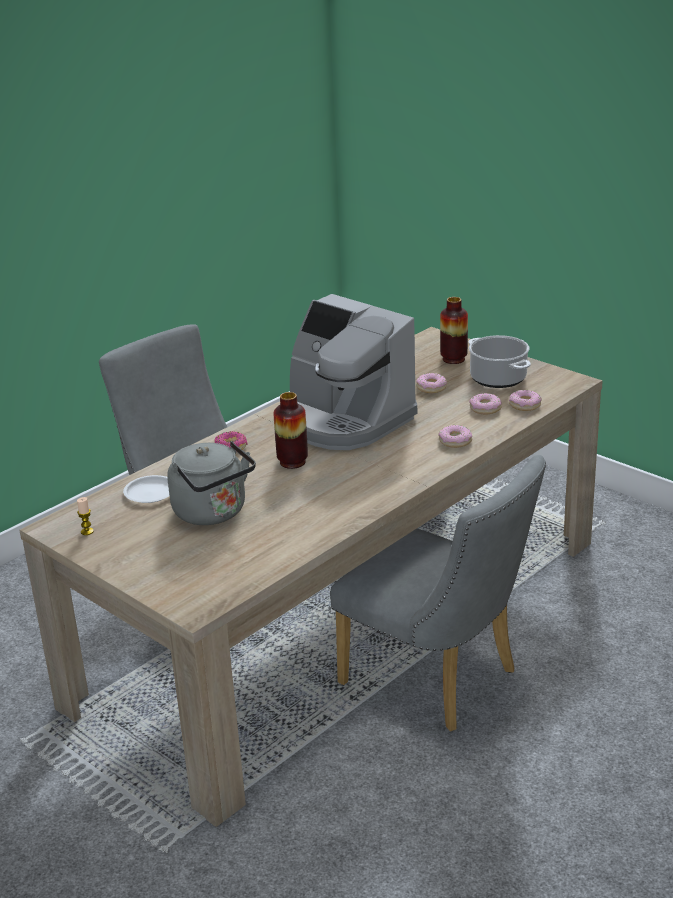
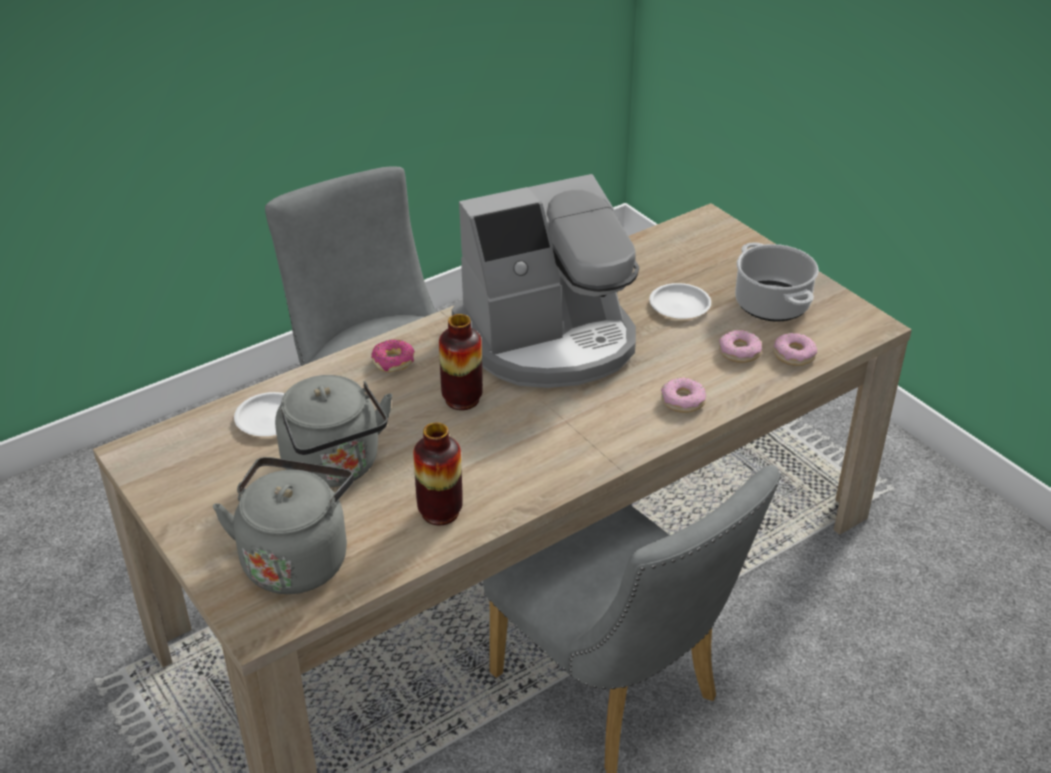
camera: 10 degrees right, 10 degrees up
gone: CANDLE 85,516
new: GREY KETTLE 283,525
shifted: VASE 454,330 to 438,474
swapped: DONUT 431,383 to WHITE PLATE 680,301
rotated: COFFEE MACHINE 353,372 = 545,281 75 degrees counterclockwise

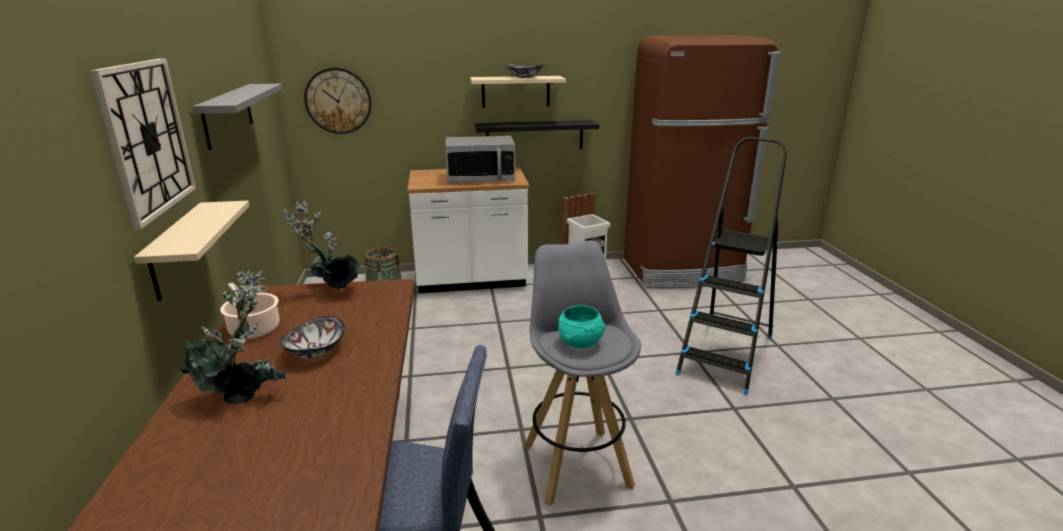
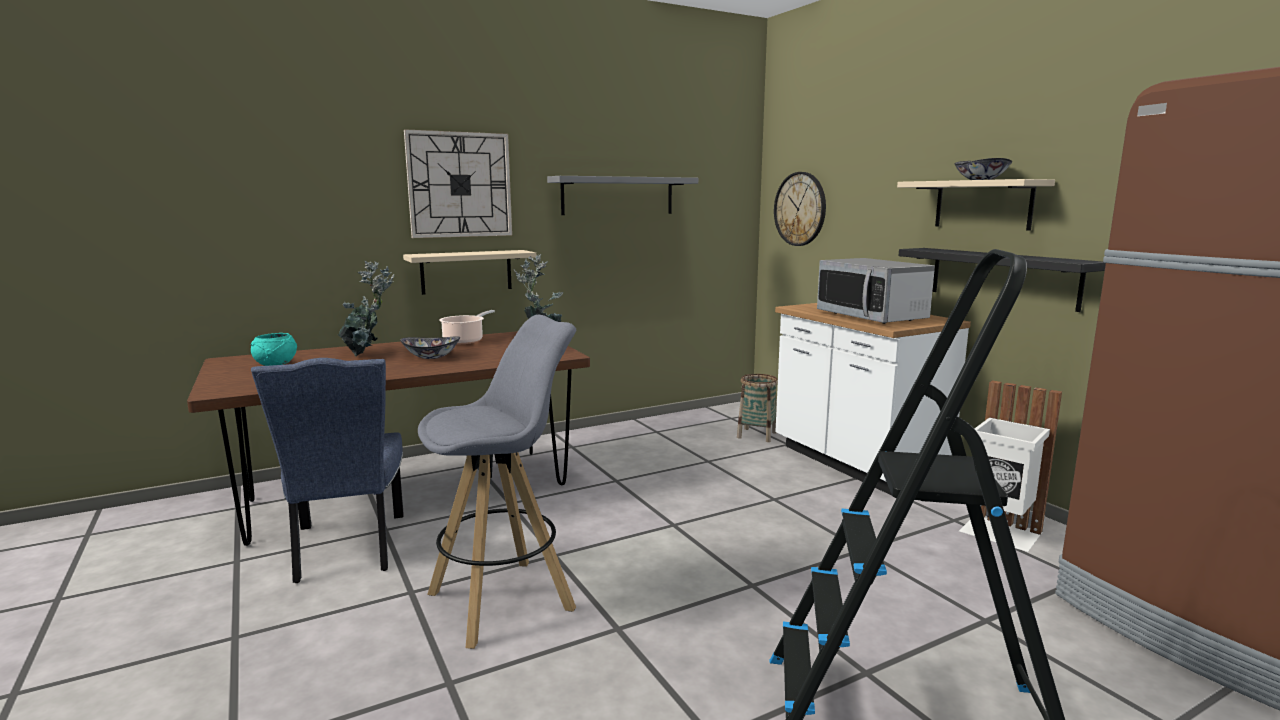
camera: 70 degrees right, 10 degrees down
shifted: TURQUOISE BOWL 582,327 to 274,349

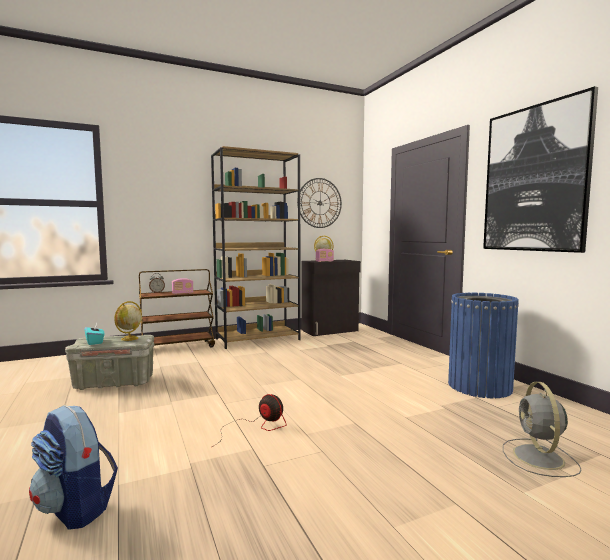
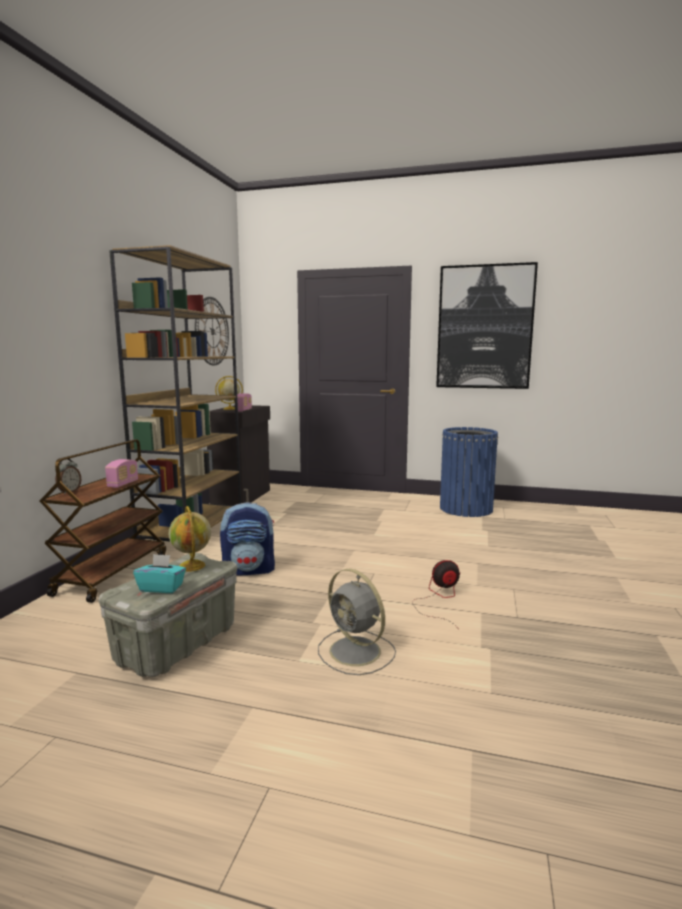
camera: 50 degrees left, 5 degrees up
shifted: BACKPACK 73,467 to 247,539; GREY FAN 542,429 to 357,622

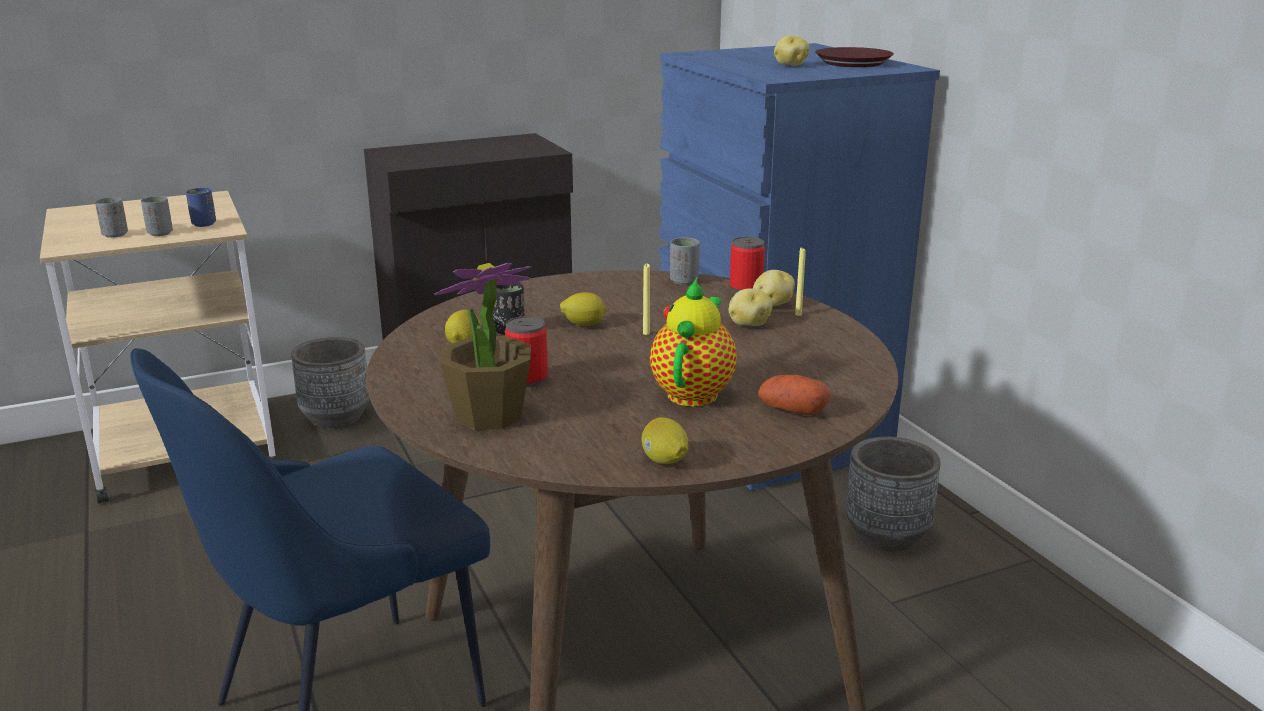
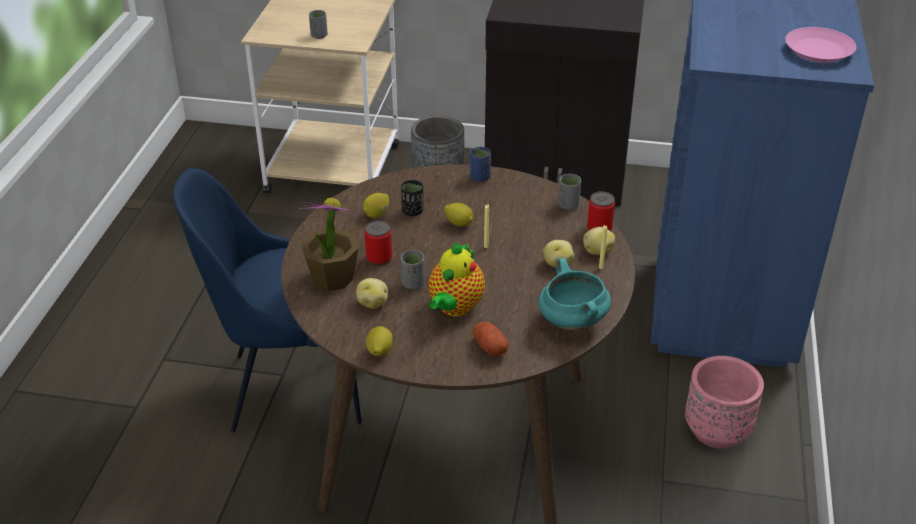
camera: 35 degrees right, 15 degrees up
new: TURQUOISE COOKING POT 574,294
shifted: POTATO 792,51 to 372,293; GREY CUP 111,217 to 413,269; BLUE CUP 201,207 to 480,164
repainted: GREY PLANTER 893,494 to PINK PLANTER 724,402; BROWN PLATE 854,57 to PINK PLATE 820,45
rotated: TEAPOT 693,342 = 456,279 150 degrees clockwise

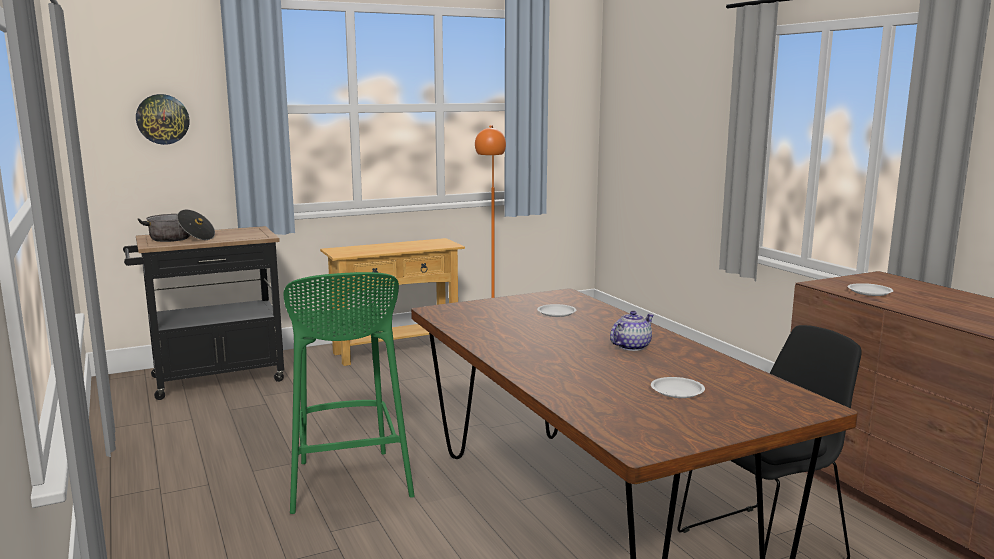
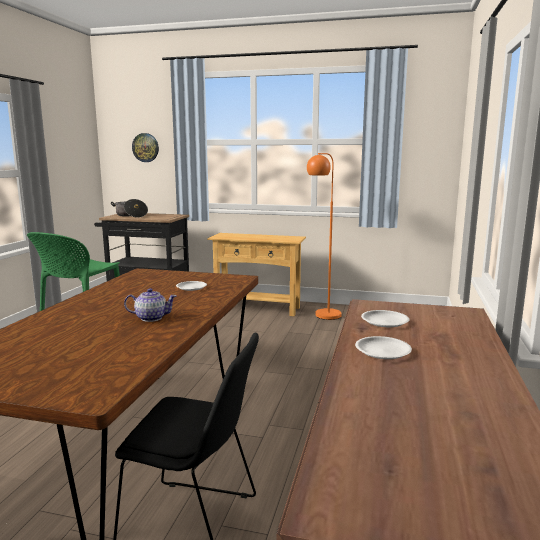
camera: 40 degrees right, 0 degrees up
shifted: WHITE PLATE 678,387 to 383,347

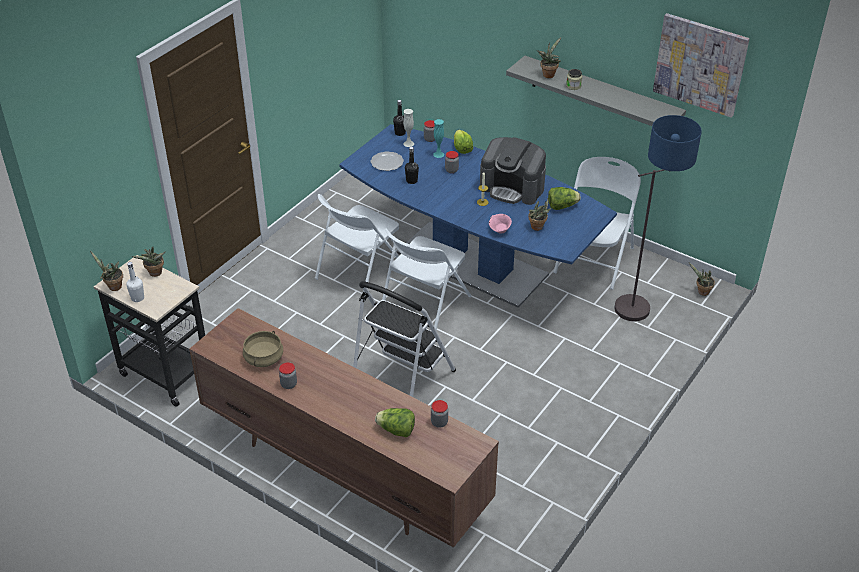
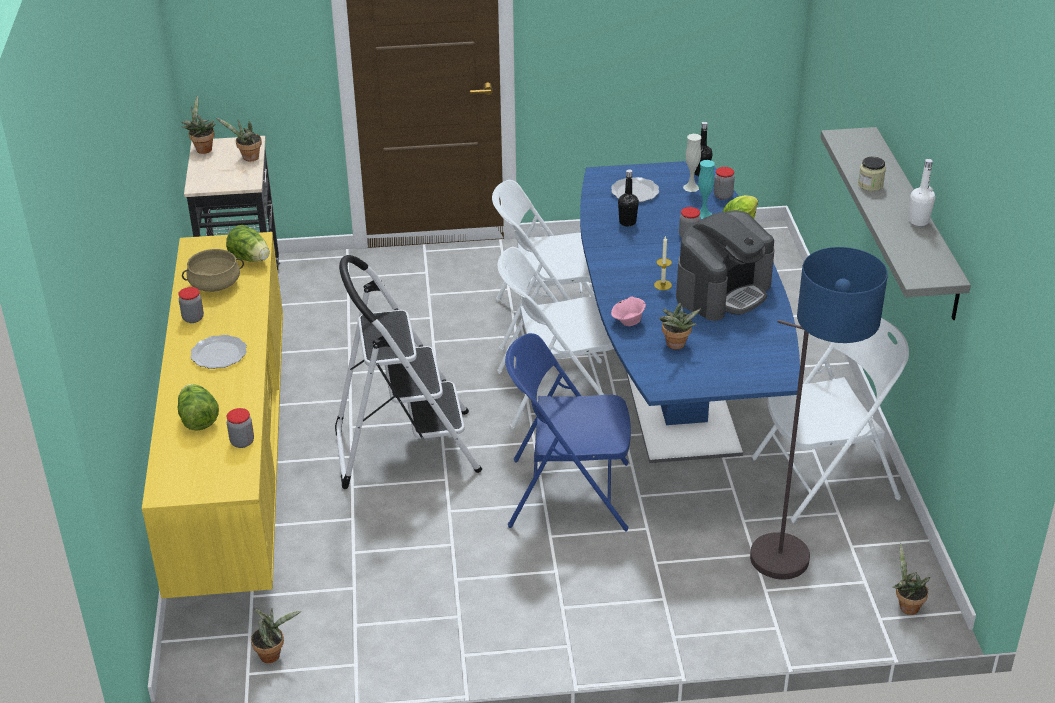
camera: 50 degrees right, 5 degrees down
gone: PICTURE 701,65
new: PLATE 219,352; BLUE CHAIR 568,432
shifted: LETTUCE 564,198 to 247,243; POTTED PLANT 549,57 to 276,635; WHITE BOTTLE 135,282 to 922,192
repainted: BROWN CABINET 344,428 to YELLOW CABINET 212,415
rotated: COFFEE MACHINE 513,171 = 725,266 120 degrees counterclockwise

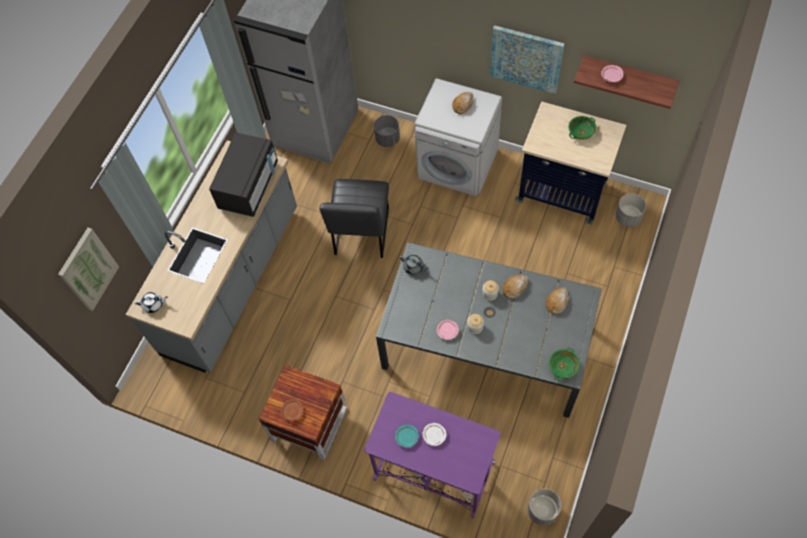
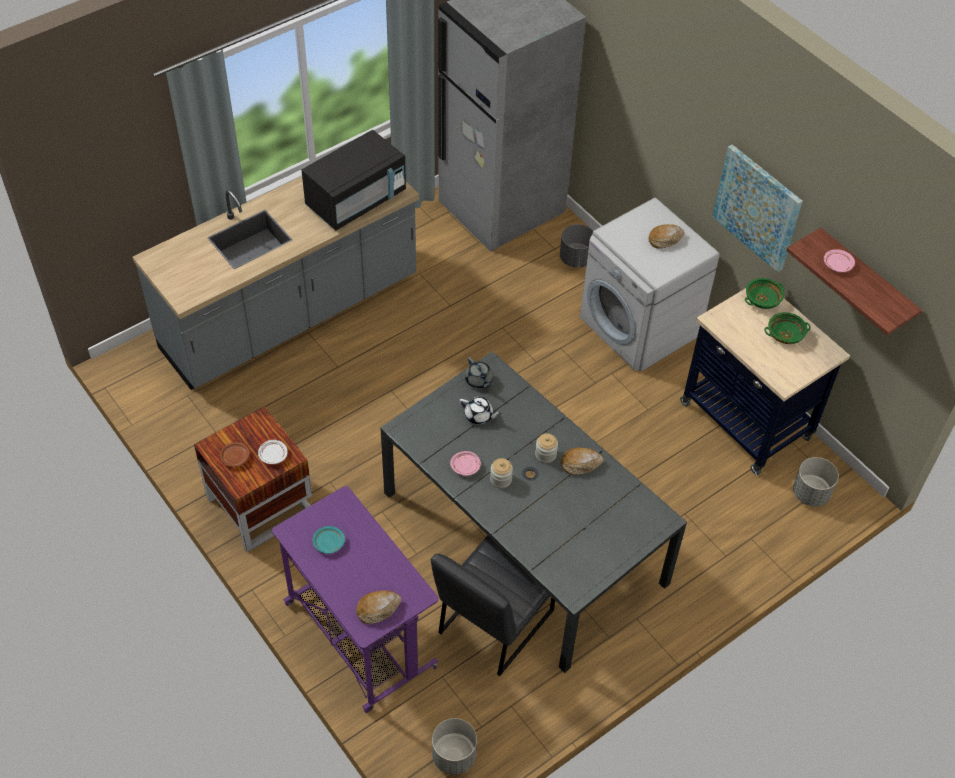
camera: 25 degrees right, 10 degrees down
gone: PICTURE 88,269
shifted: WHITE PLATE 435,434 to 273,452; BREAD 557,300 to 379,607; GREY CHAIR 354,218 to 493,604; WHITE TEAPOT 151,302 to 480,410; GREEN BOWL 564,364 to 764,293

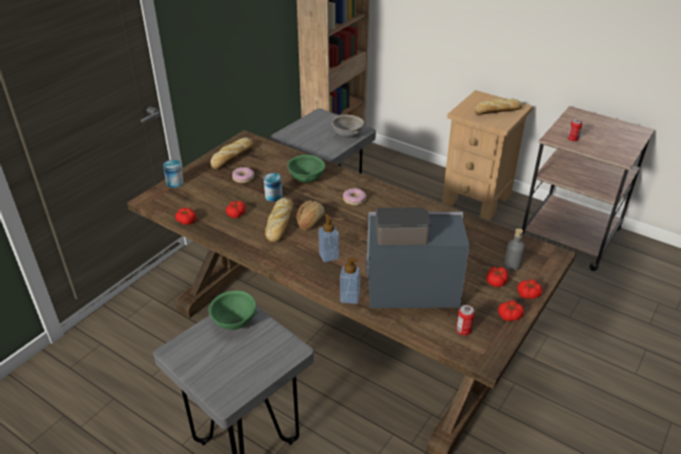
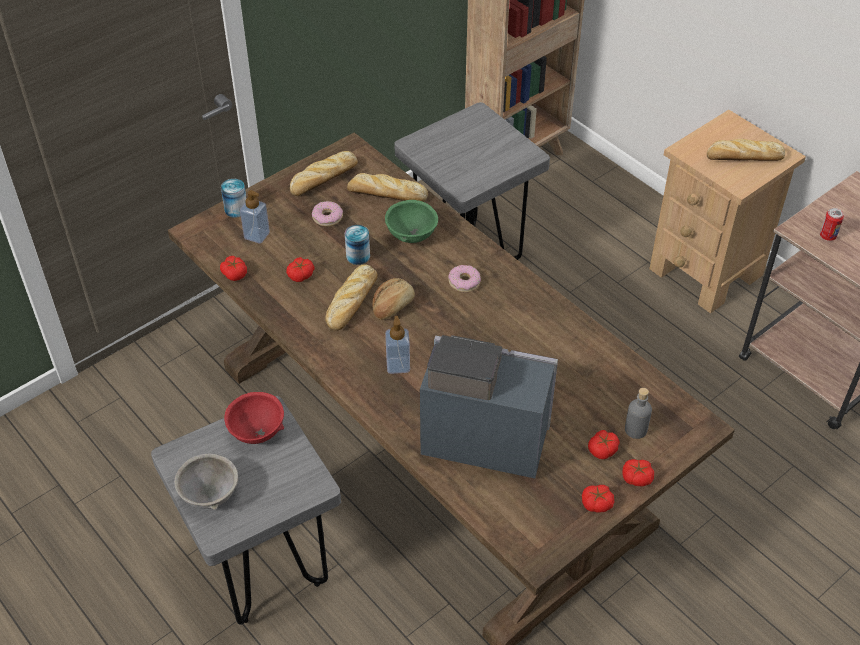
camera: 15 degrees right, 10 degrees up
gone: CAN 465,320
new: BREAD 387,187
shifted: GREY BOWL 348,126 to 206,482; SOAP DISPENSER 350,280 to 255,217
repainted: GREEN BOWL 233,310 to RED BOWL 254,418

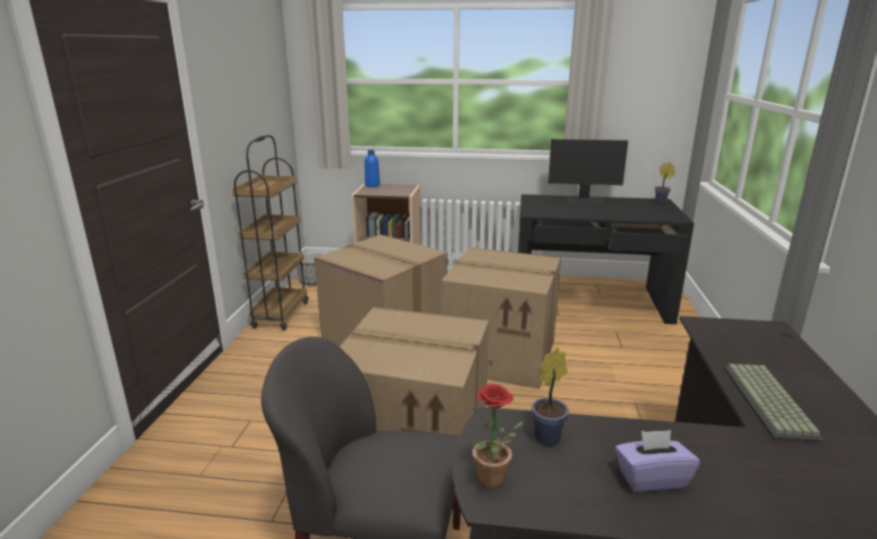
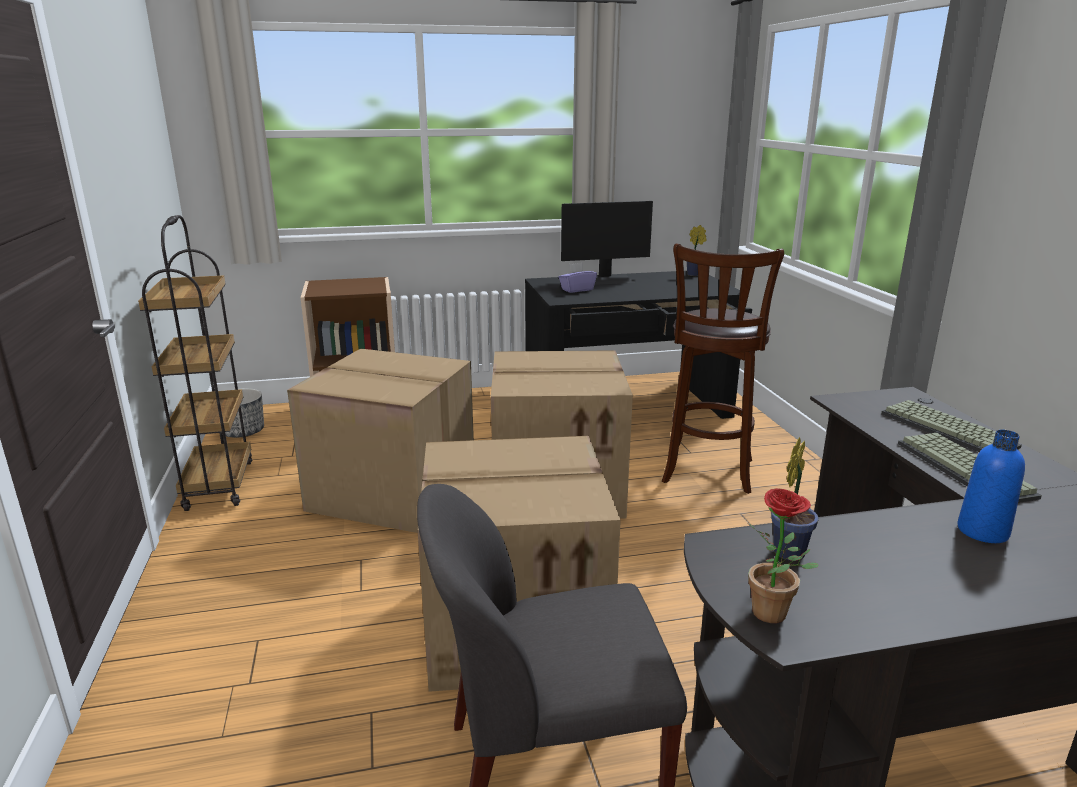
camera: 20 degrees left, 0 degrees up
new: BROWN STOOL 723,368; KEYBOARD 951,426
shifted: PURPLE TISSUE BOX 657,461 to 578,278; BLUE BOTTLE 372,168 to 991,486

